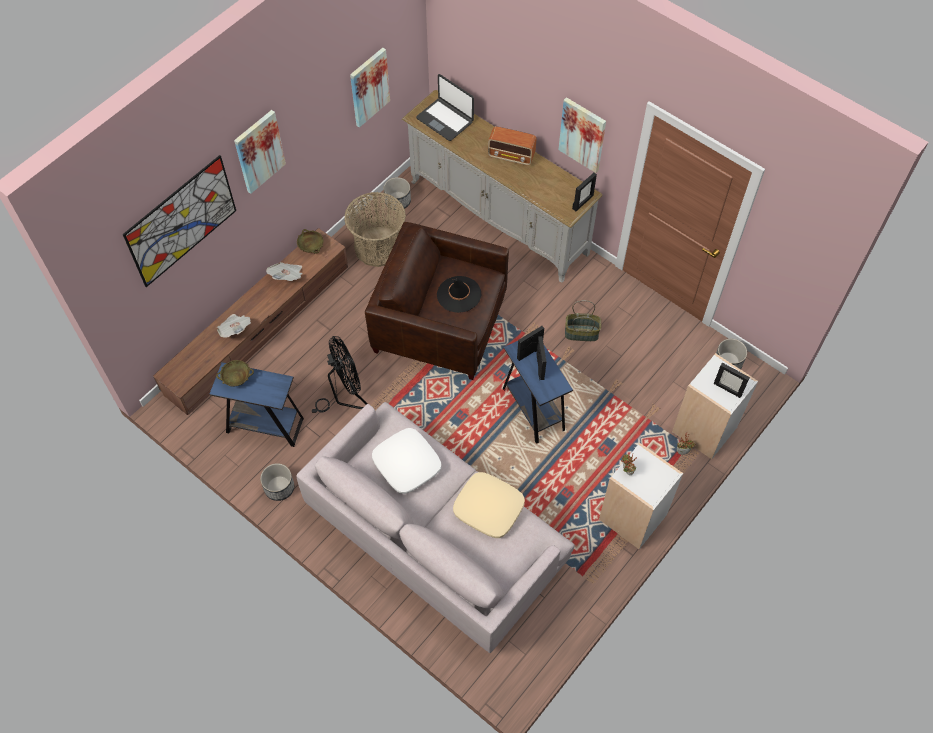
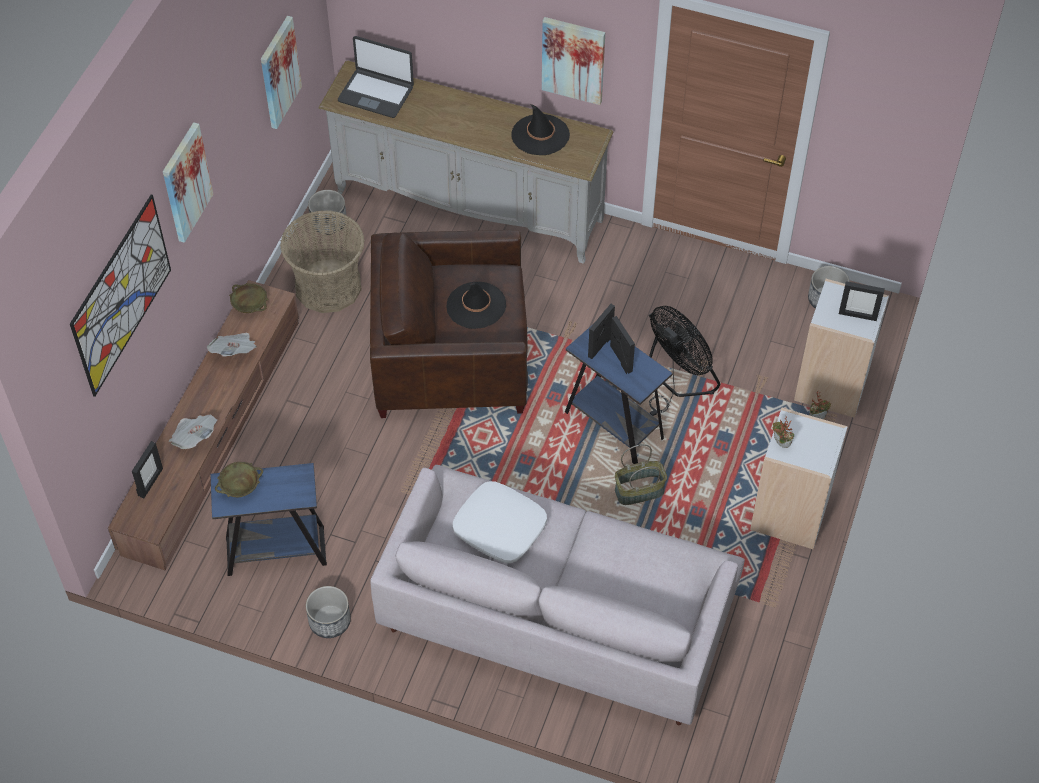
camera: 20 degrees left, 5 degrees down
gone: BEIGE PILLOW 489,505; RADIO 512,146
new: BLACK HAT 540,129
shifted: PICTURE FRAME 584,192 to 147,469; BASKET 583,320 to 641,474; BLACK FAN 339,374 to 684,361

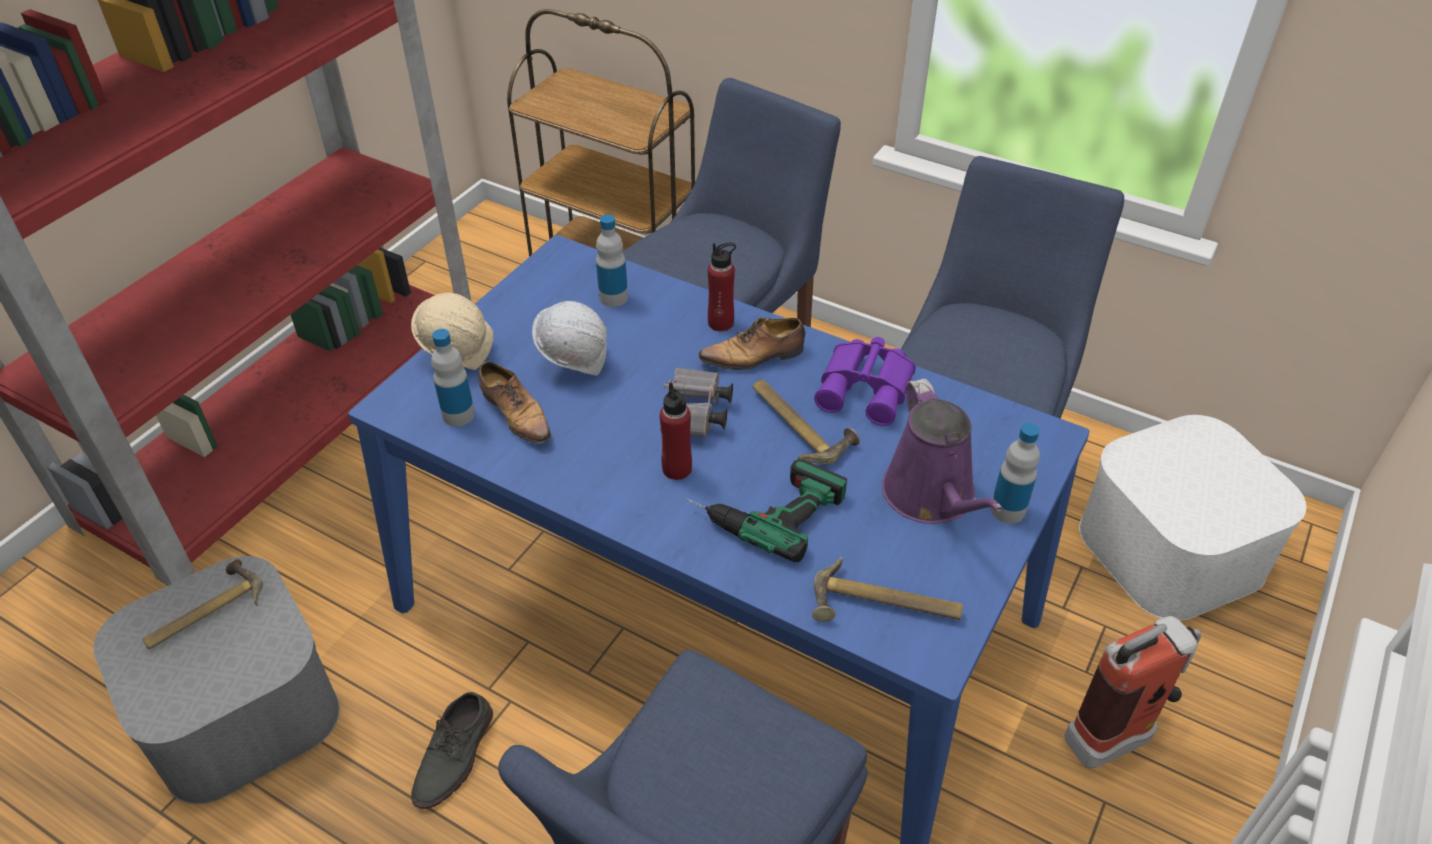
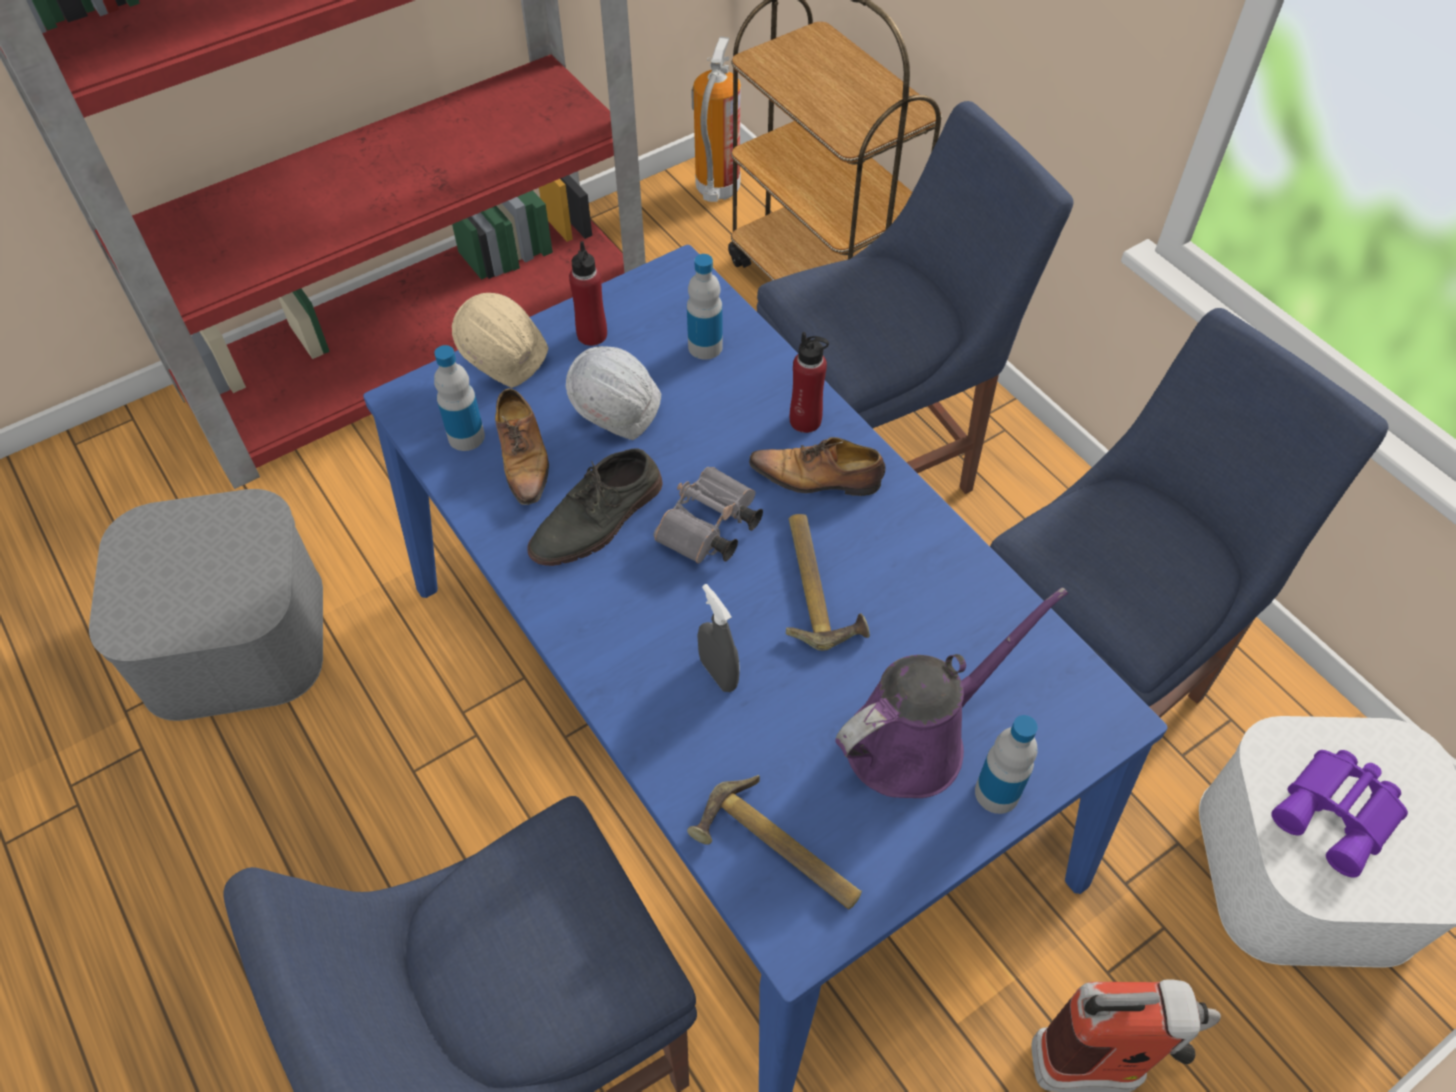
camera: 25 degrees right, 10 degrees up
gone: HAMMER 202,604
new: FIRE EXTINGUISHER 716,119
shifted: GREY SHOE 452,750 to 594,507; RED BOTTLE 676,431 to 588,294; PURPLE BINOCULARS 865,381 to 1339,814
swapped: POWER DRILL 766,510 to GREY SPRAY BOTTLE 718,638
rotated: PURPLE WATERING CAN 942,451 = 951,692 135 degrees counterclockwise

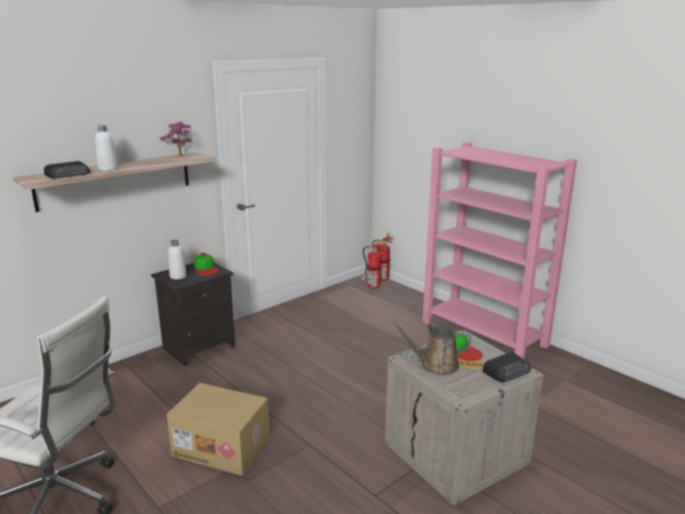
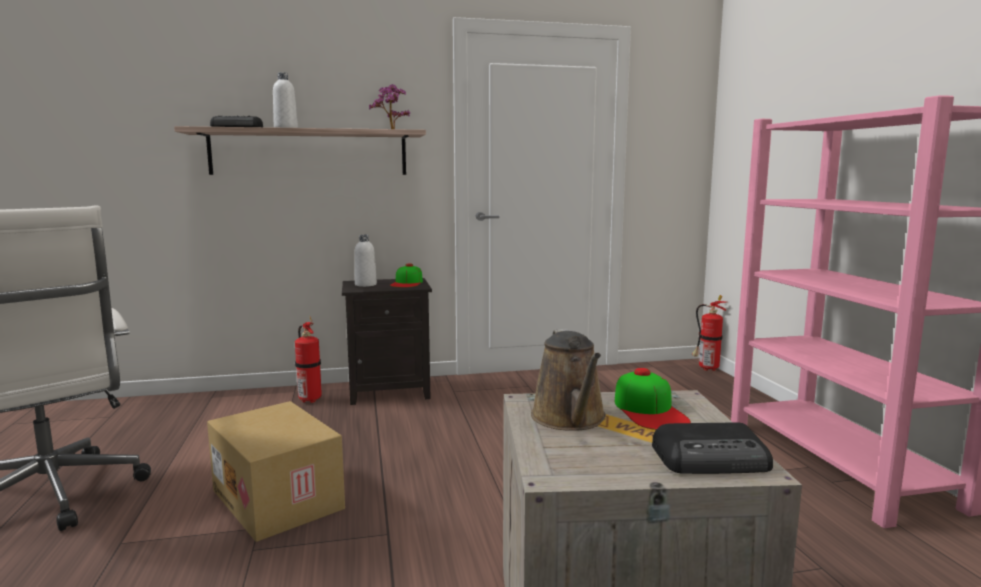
camera: 30 degrees right, 10 degrees down
shifted: FIRE EXTINGUISHER 372,264 to 308,360
rotated: BROWN WATERING CAN 430,346 = 568,380 135 degrees counterclockwise

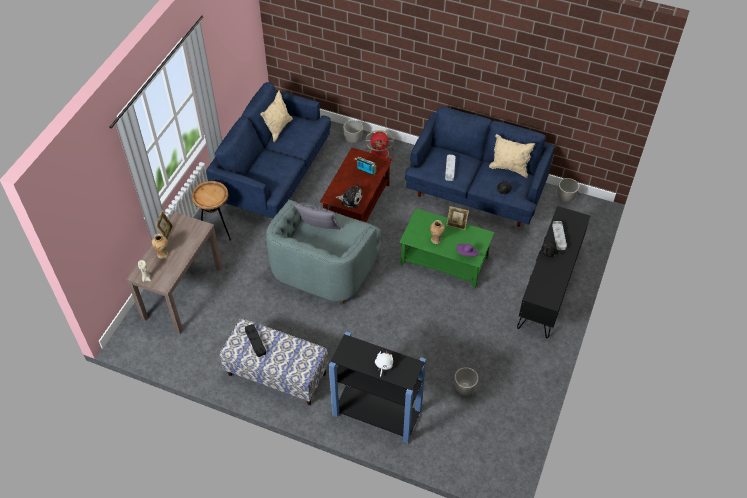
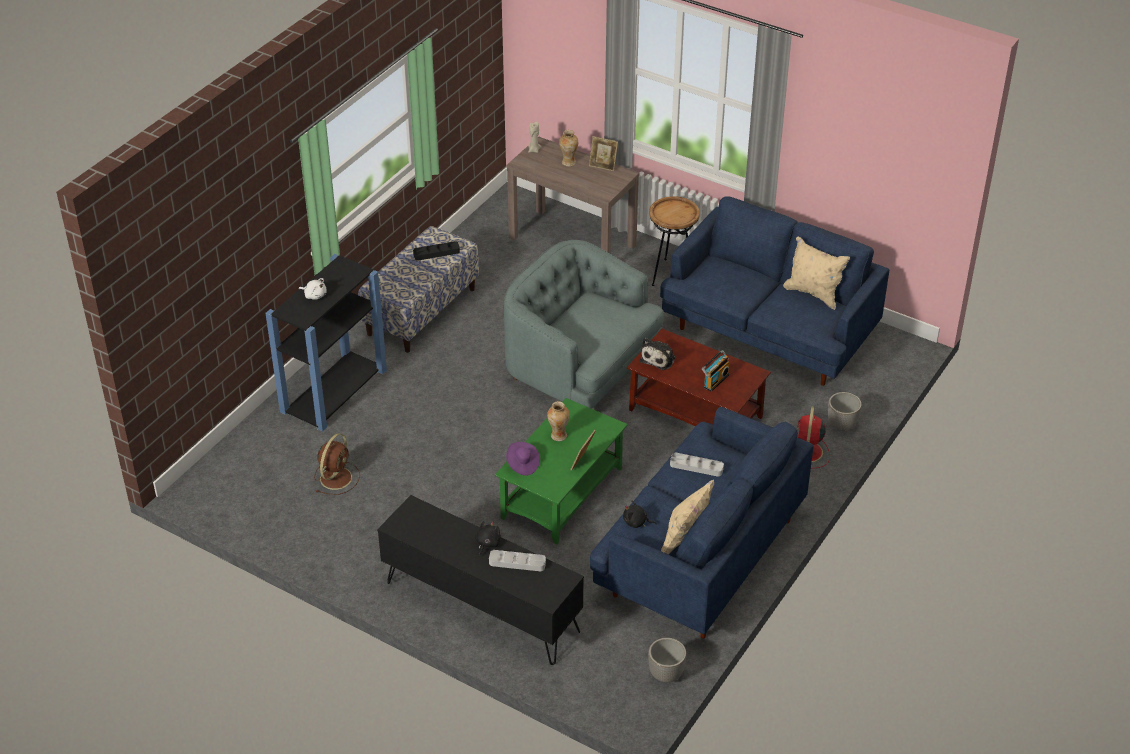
camera: 100 degrees right, 10 degrees down
gone: GREY PILLOW 317,216
swapped: PLANTER 466,381 to BROWN FAN 337,464

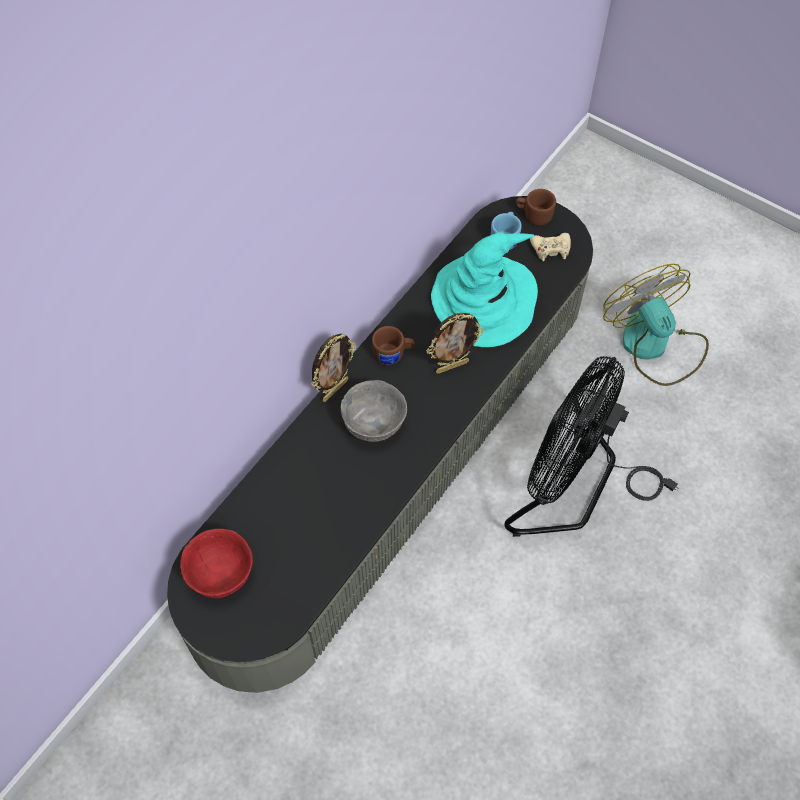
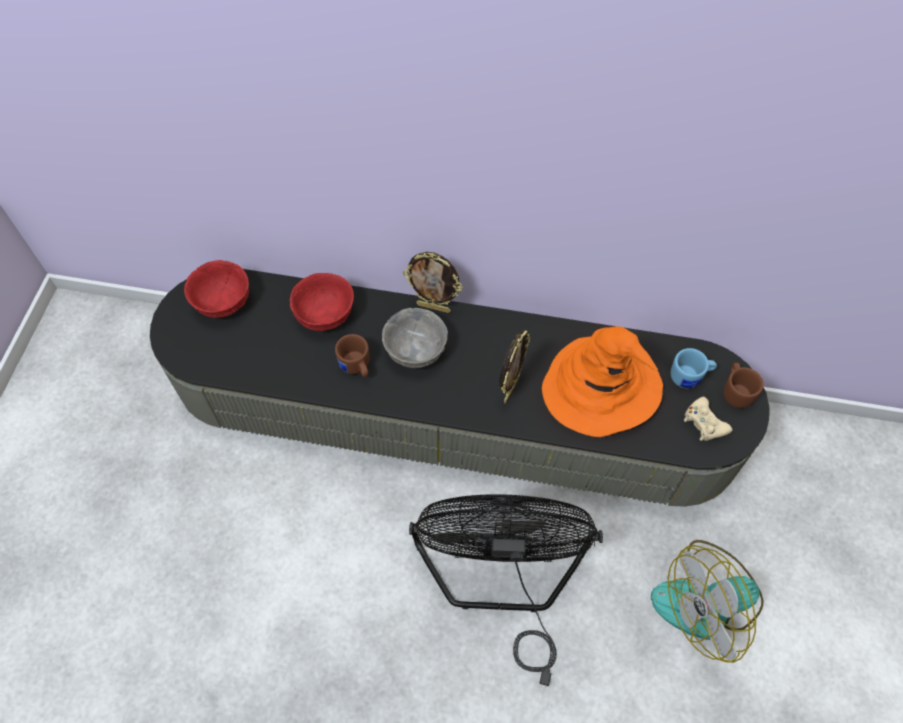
camera: 65 degrees right, 0 degrees up
new: RED BOWL 322,302
shifted: BROWN MUG 393,345 to 352,355
repainted: TURQUOISE HAT 484,289 to ORANGE HAT 602,381
rotated: PICTURE FRAME 455,343 = 514,367 105 degrees counterclockwise; FAN 656,325 = 707,601 150 degrees counterclockwise

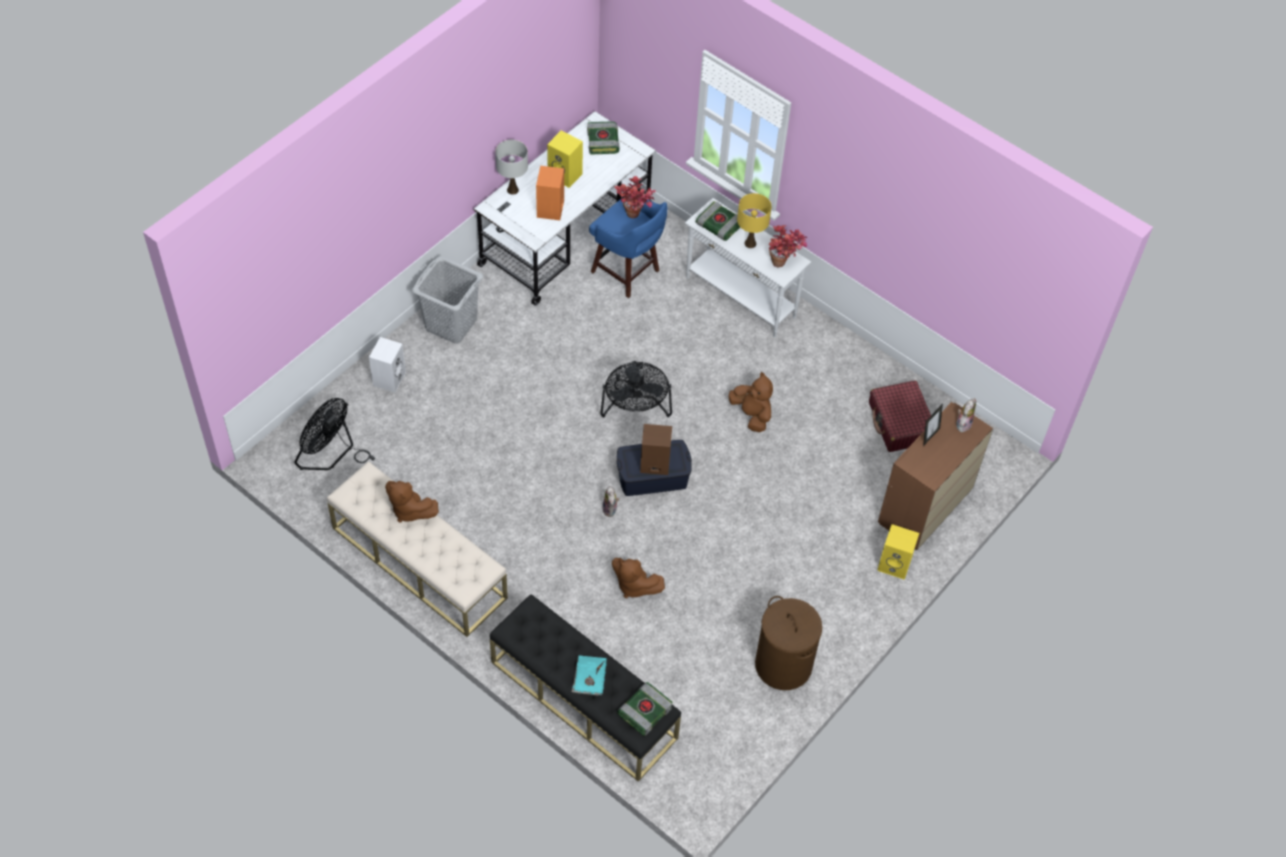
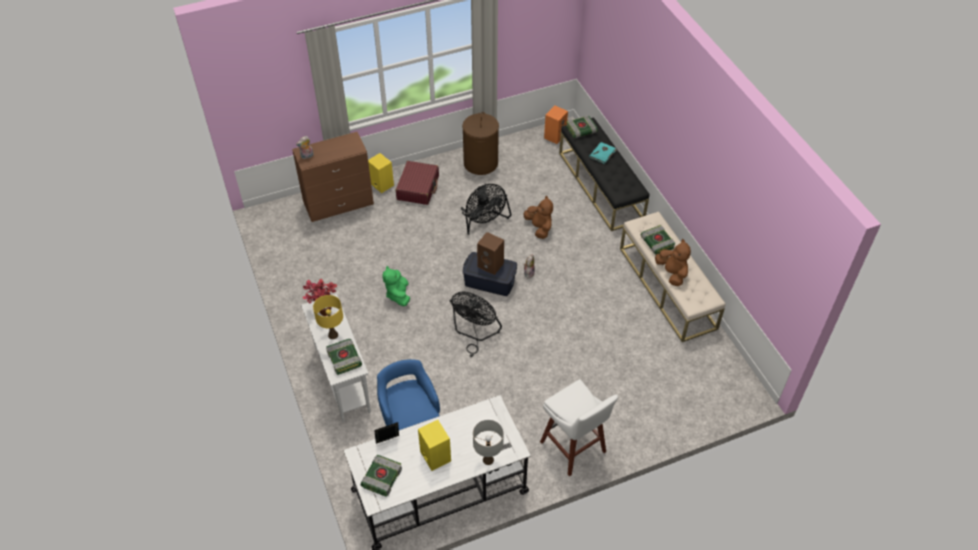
camera: 150 degrees left, 5 degrees down
gone: WHITE SPEAKER 387,365; POTTED PLANT 635,197
new: BOOK 658,240
shifted: PICTURE FRAME 933,425 to 386,433; RED SUITCASE 900,416 to 417,183; BLACK FAN 335,434 to 486,209; ORANGE SPEAKER 550,193 to 556,125
swapped: GREY LAUNDRY BASKET 447,300 to WHITE STOOL 579,428
repainted: BROWN PLUSH TOY 751,402 to GREEN PLUSH TOY 396,286

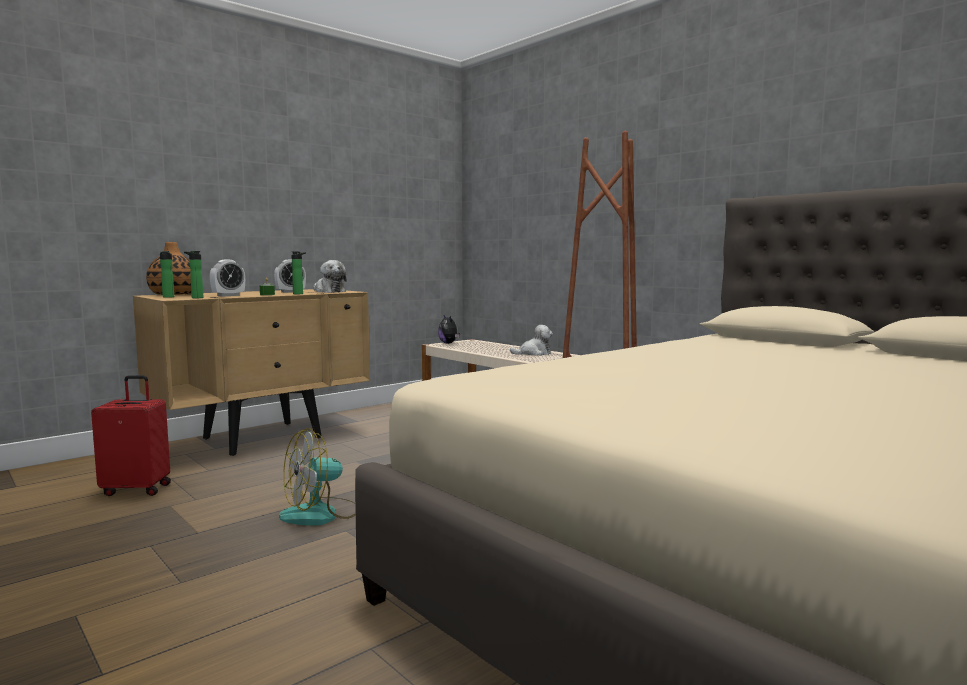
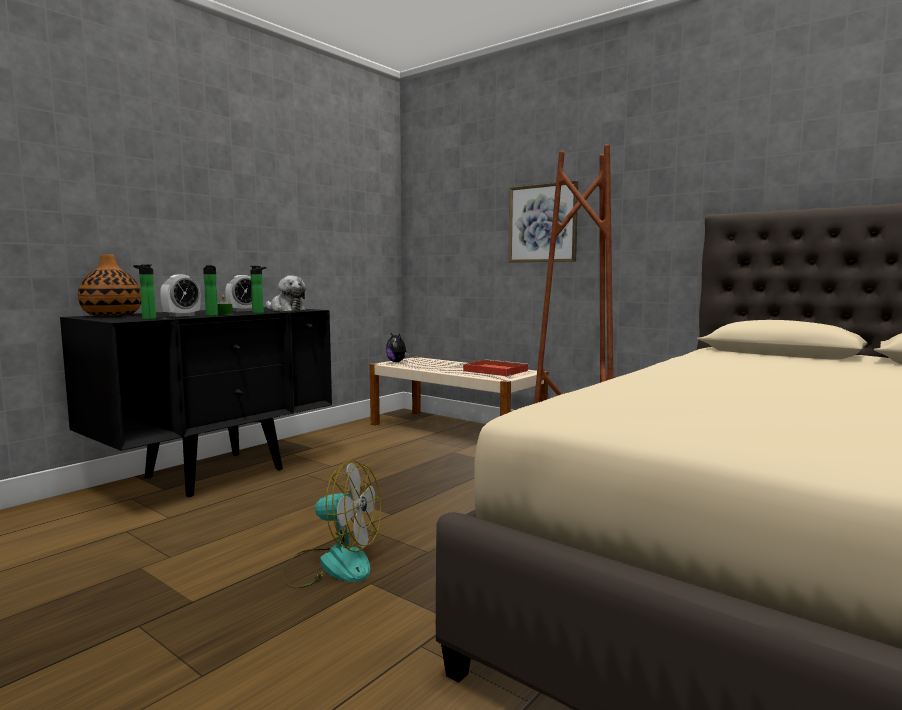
camera: 10 degrees left, 0 degrees up
gone: RED SUITCASE 131,435
new: PICTURE 543,222
shifted: BOTTLE 167,274 to 210,290
swapped: PLUSH TOY 531,340 to RED TRAY 496,367
repainted: BEIGE DRESSER 251,372 to BLACK DRESSER 196,402
rotated: FAN 317,476 = 332,524 120 degrees counterclockwise

